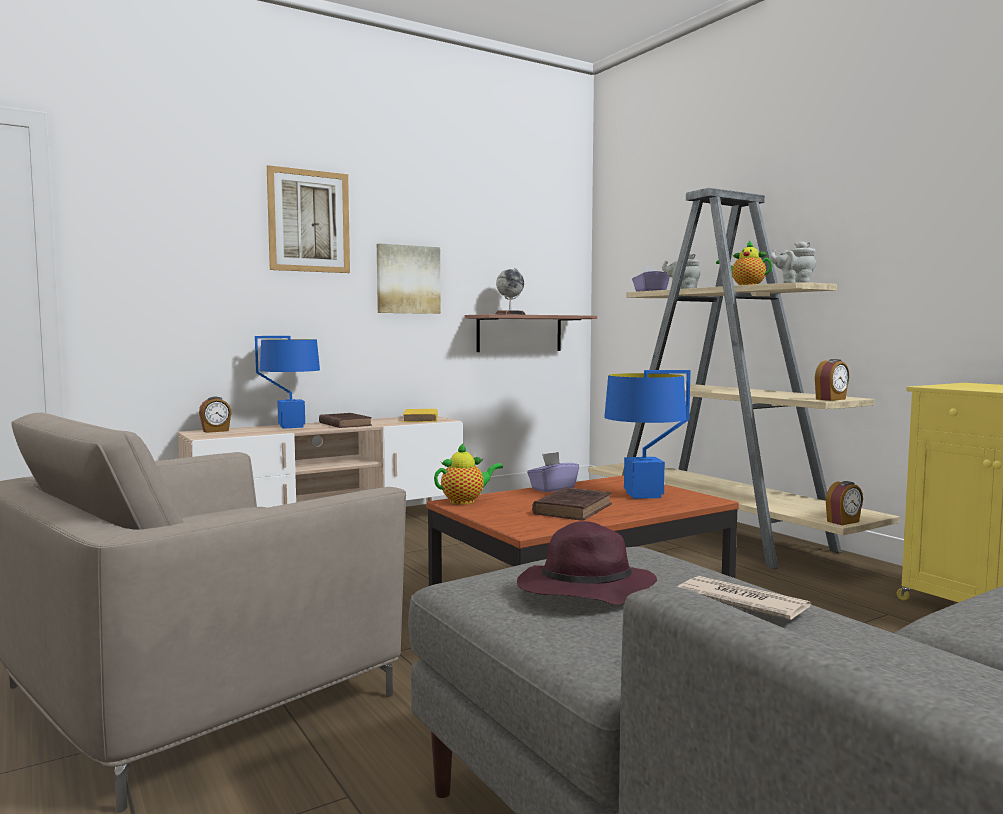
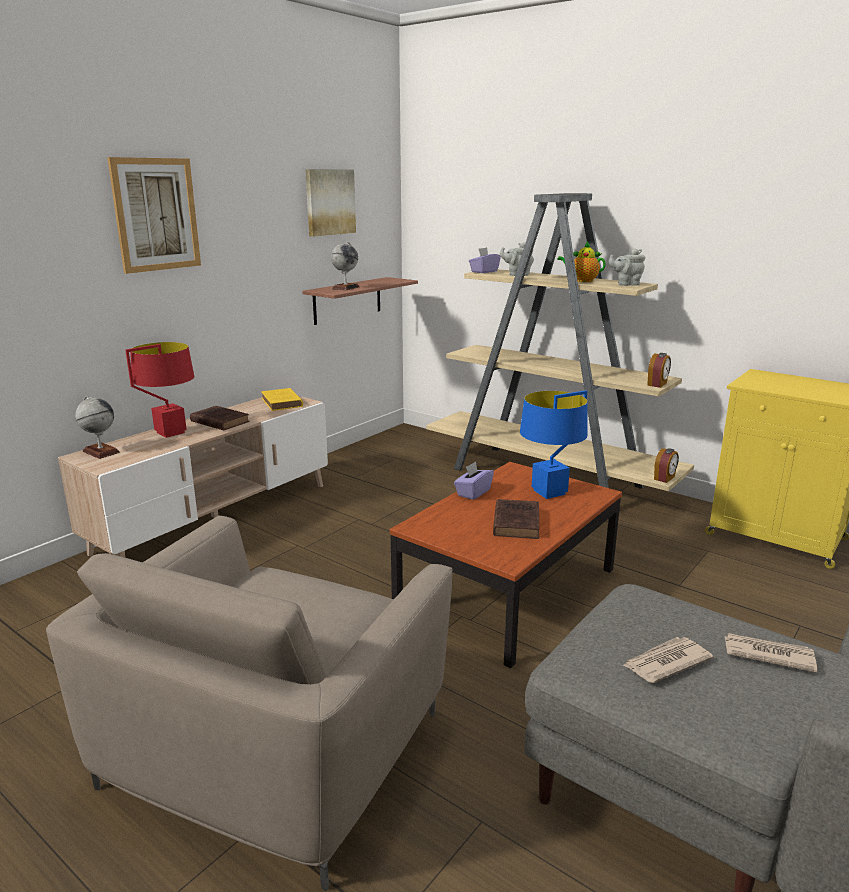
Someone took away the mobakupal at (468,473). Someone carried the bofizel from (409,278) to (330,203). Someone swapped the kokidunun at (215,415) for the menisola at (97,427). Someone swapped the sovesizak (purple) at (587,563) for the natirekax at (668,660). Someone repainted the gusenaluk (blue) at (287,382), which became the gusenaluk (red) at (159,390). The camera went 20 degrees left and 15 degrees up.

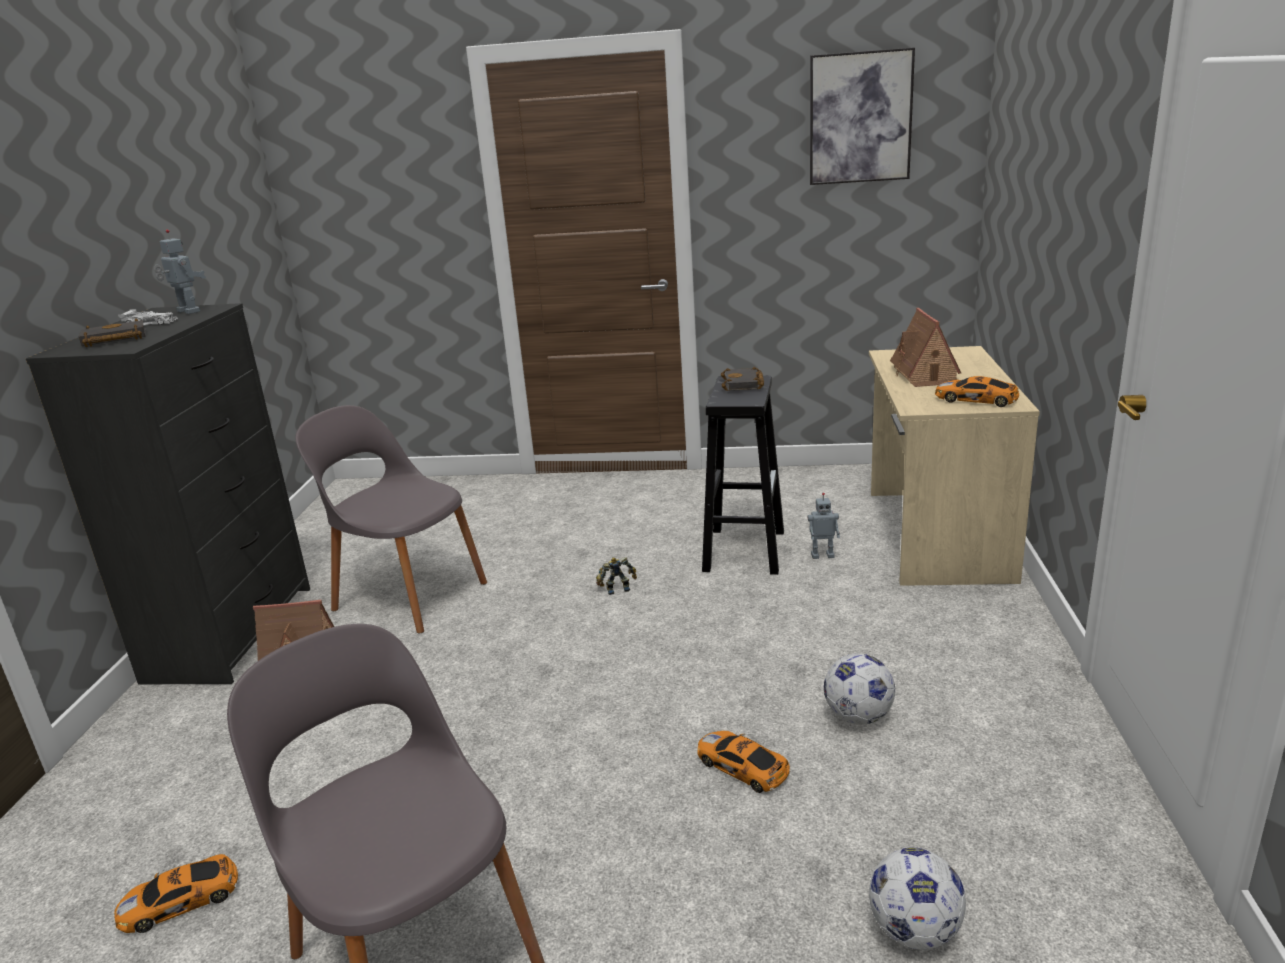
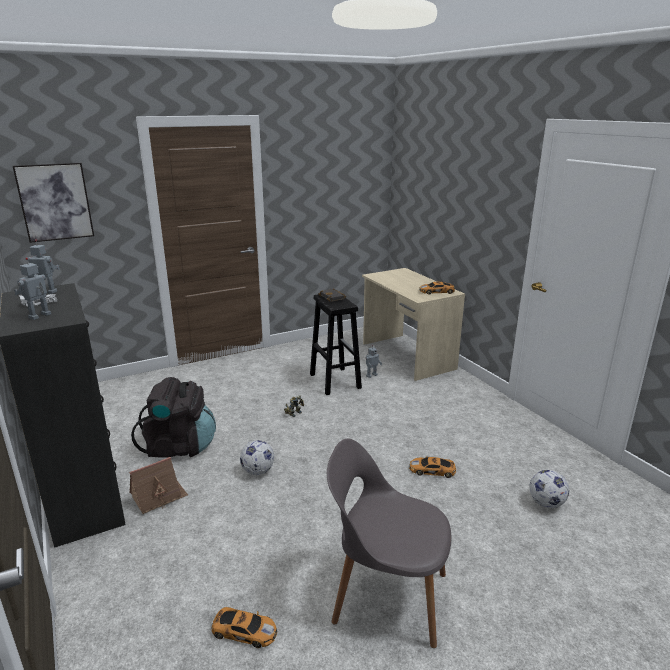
Someone took away the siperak at (925,347). Someone carried the bofizel from (862,116) to (53,203). Someone carried the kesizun from (859,689) to (257,457). Someone swapped the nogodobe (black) at (112,333) for the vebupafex at (32,288). Someone swapped the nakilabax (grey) at (391,519) for the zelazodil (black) at (173,417). Someone rotated the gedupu at (176,893) by 105 degrees counterclockwise. The camera went 35 degrees left and 0 degrees up.

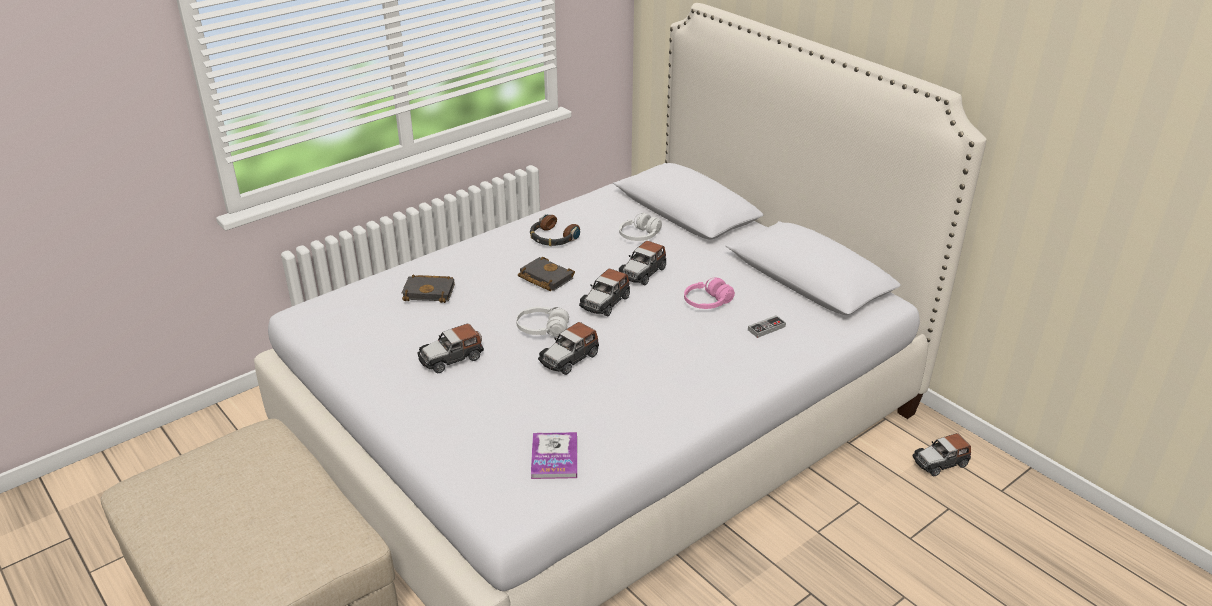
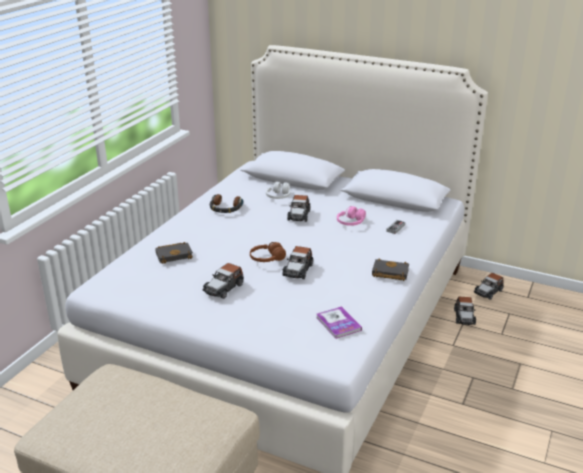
Someone carried the nogodobe (black) from (546,274) to (390,270). Someone carried the gedupu from (604,292) to (465,311). Someone repainted the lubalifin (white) at (542,322), which became the lubalifin (brown) at (268,252). The camera went 25 degrees left and 5 degrees down.

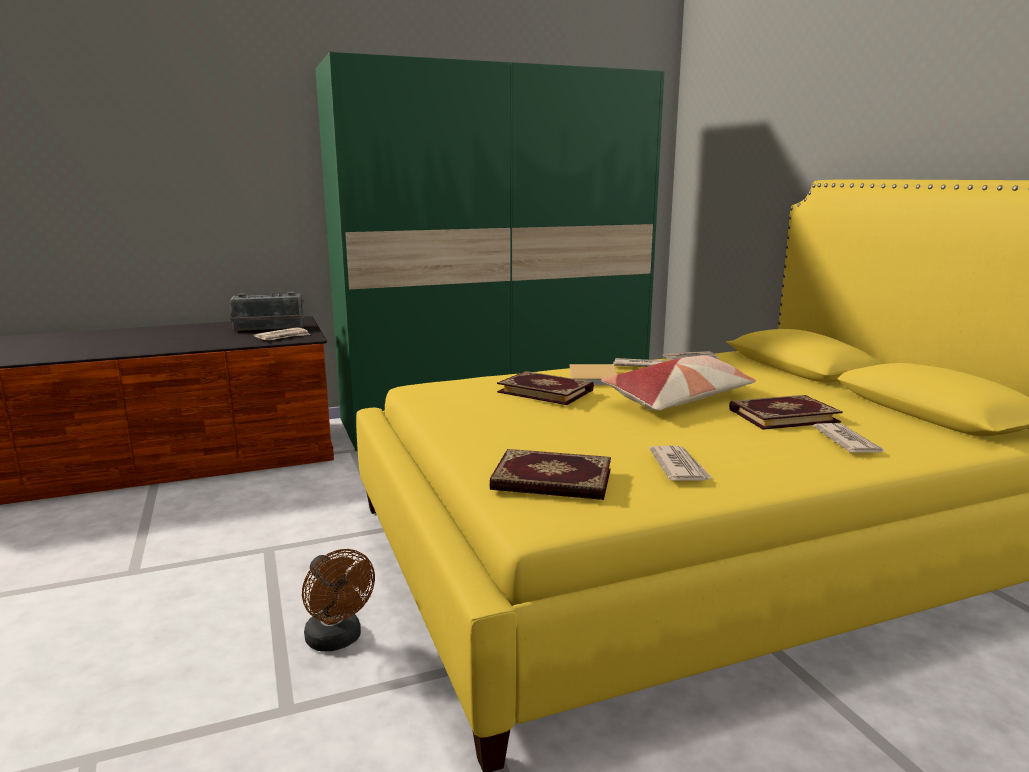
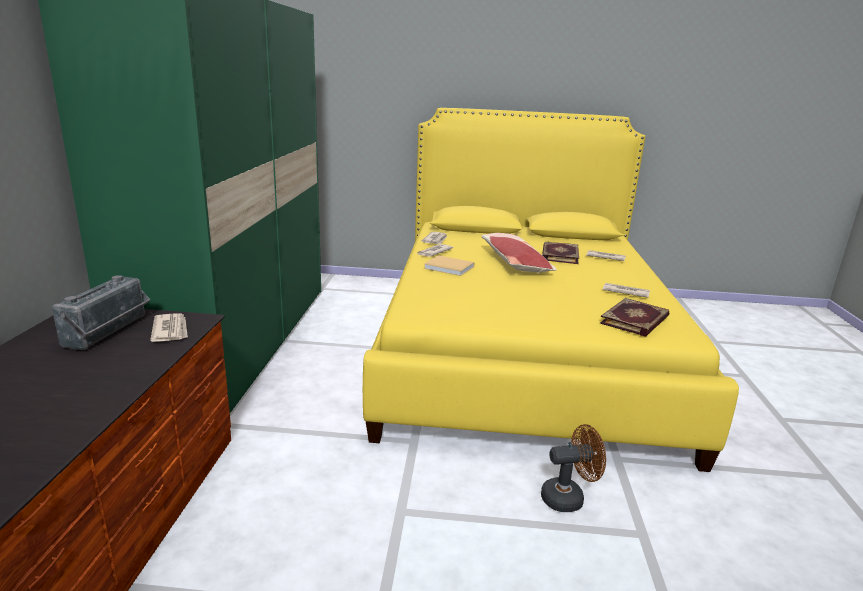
Someone took away the nogodobe at (545,388). The camera went 65 degrees left and 5 degrees up.

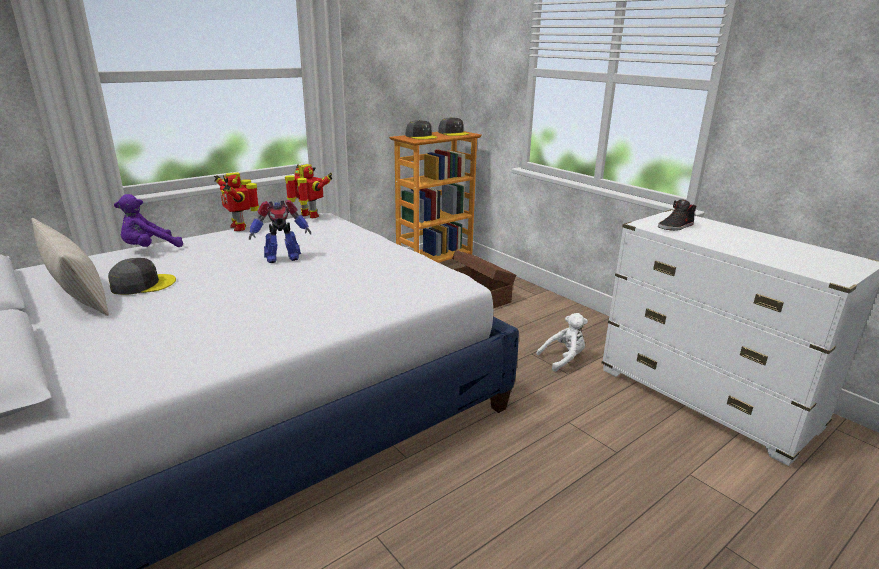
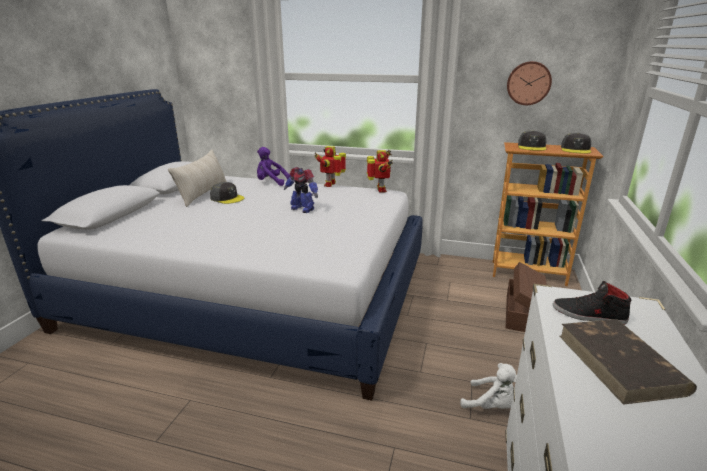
Someone put up the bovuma at (529,83). Someone put down the nogodobe (brown) at (628,362). The camera went 55 degrees right and 0 degrees up.

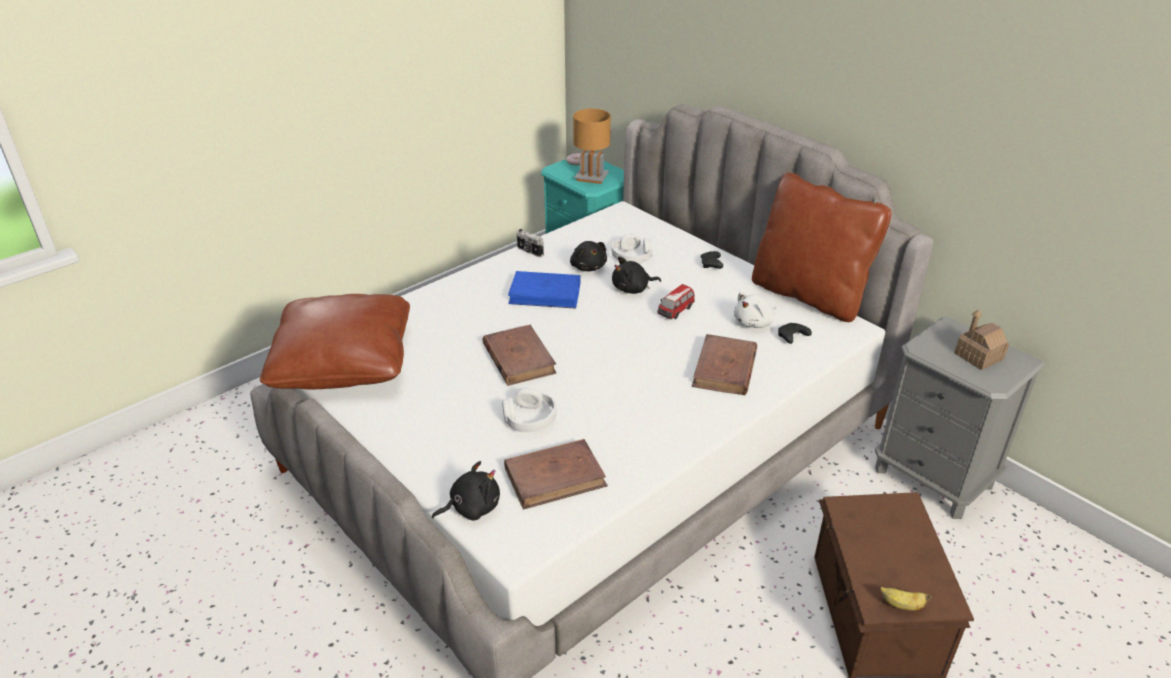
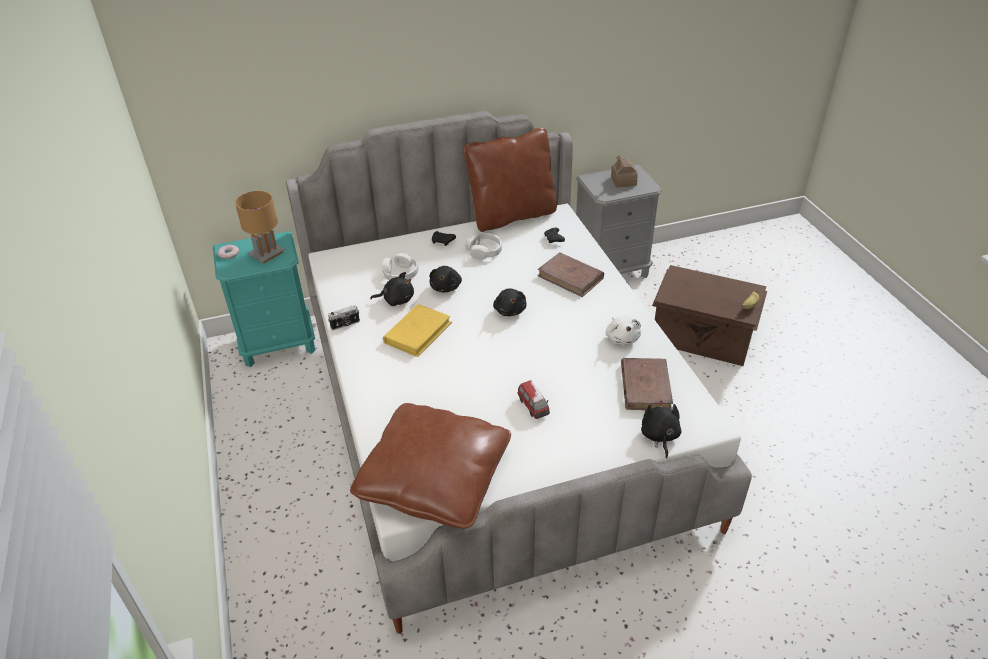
Someone took away the nogodobe (brown) at (519,355). Someone put down the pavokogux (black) at (509,302). Someone carried the lubalifin (white) from (529,409) to (483,246). Someone carried the gedupu from (676,301) to (534,399). Someone carried the pavokogux (white) from (755,310) to (623,330). Someone repainted the nogodobe (blue) at (544,290), which became the nogodobe (yellow) at (417,330). The camera went 65 degrees left and 5 degrees up.

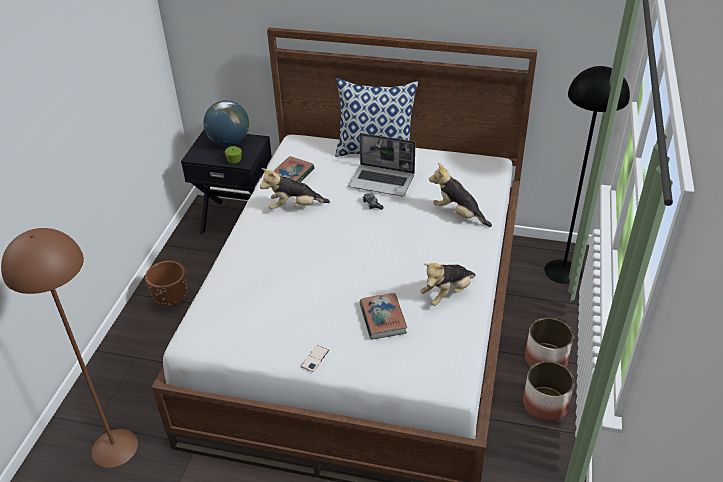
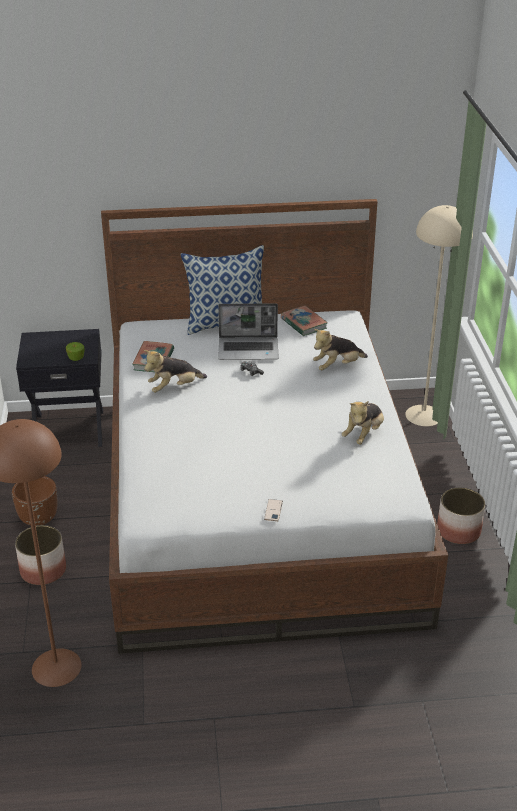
Someone took away the menisola at (226,123). Someone carried the nogodobe from (383,316) to (304,321). Someone carried the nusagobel from (549,342) to (40,555). Someone repainted the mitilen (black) at (587,175), which became the mitilen (beige) at (439,315). Someone rotated the pavokogux at (460,195) by 45 degrees counterclockwise. The camera went 20 degrees left and 5 degrees down.

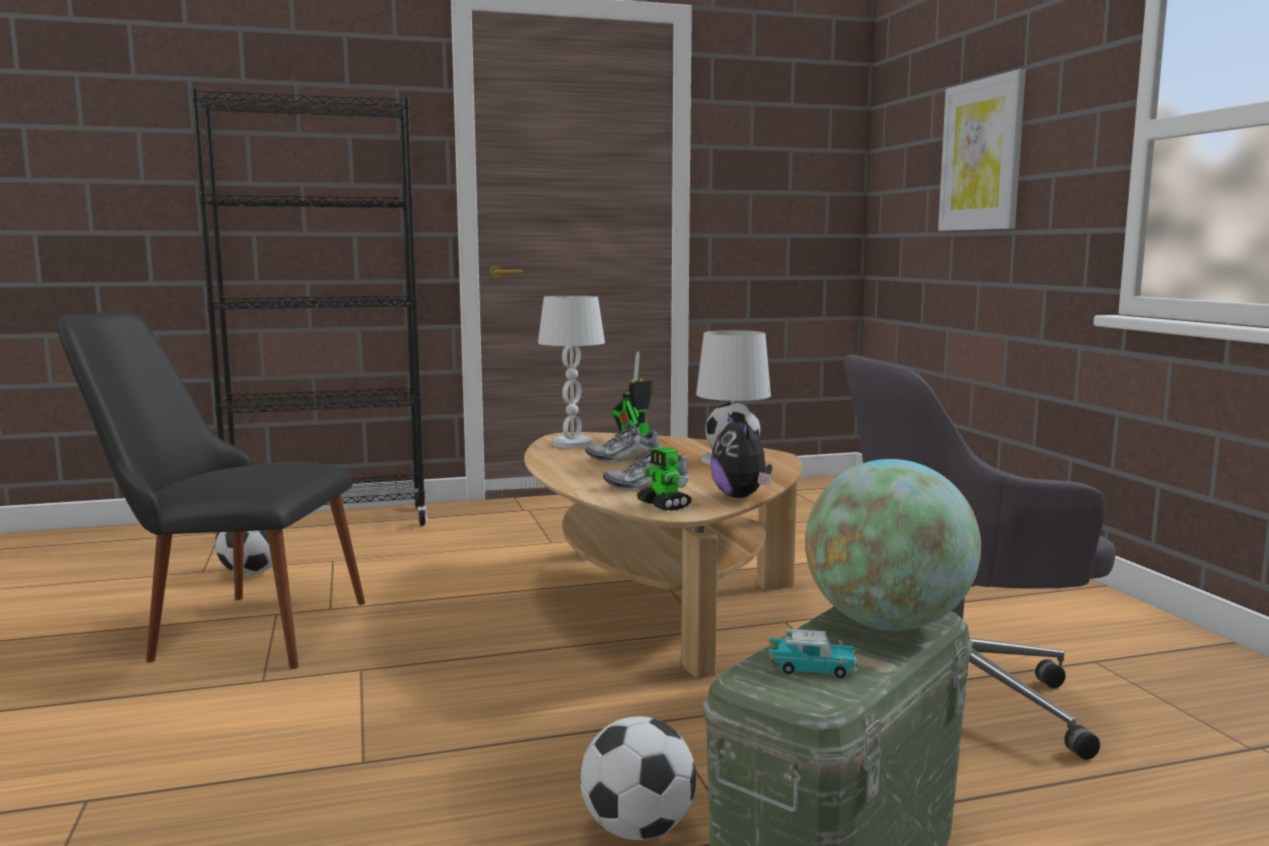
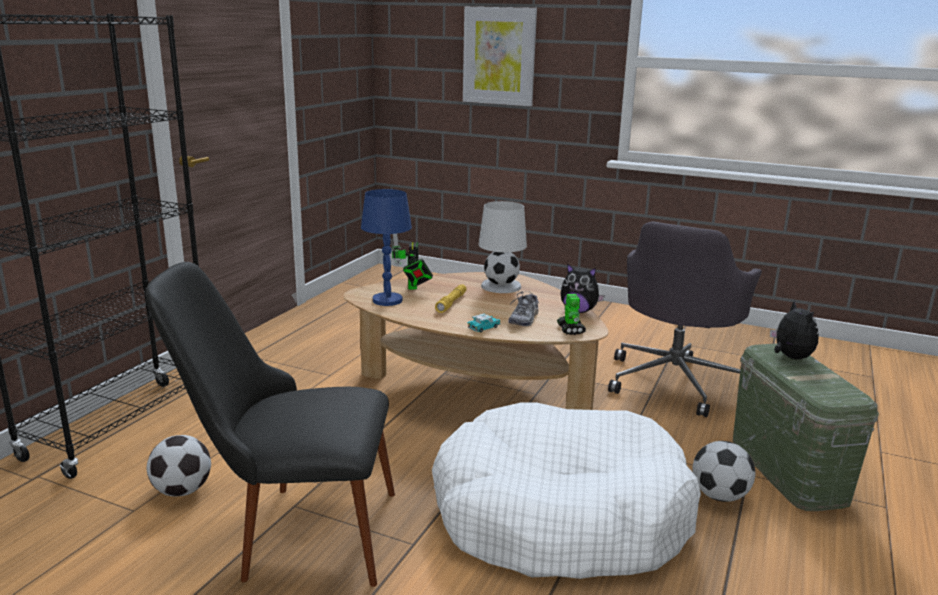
Someone put down the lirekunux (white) at (566,490). Someone carried the gedupu from (812,653) to (484,322). Someone swapped the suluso at (622,441) for the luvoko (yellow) at (451,298). Someone swapped the menisola at (893,545) for the pavokogux at (794,330). Someone repainted the gusenaluk (white) at (571,372), which became the gusenaluk (blue) at (386,247). Someone rotated the nakilabax (black) at (211,490) by 45 degrees clockwise. Someone rotated the vebupafex at (664,479) by 105 degrees counterclockwise. The camera went 50 degrees left and 10 degrees up.

